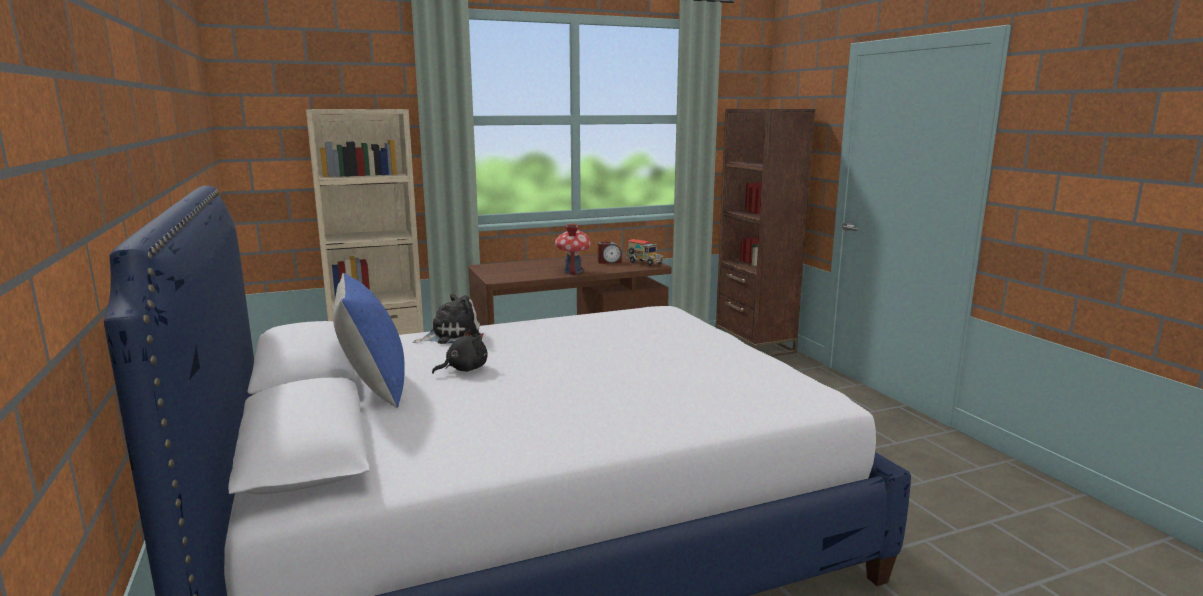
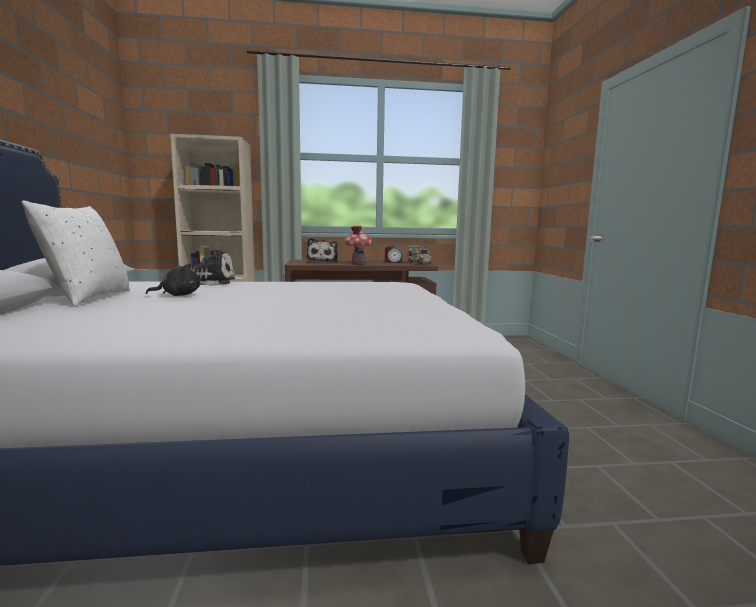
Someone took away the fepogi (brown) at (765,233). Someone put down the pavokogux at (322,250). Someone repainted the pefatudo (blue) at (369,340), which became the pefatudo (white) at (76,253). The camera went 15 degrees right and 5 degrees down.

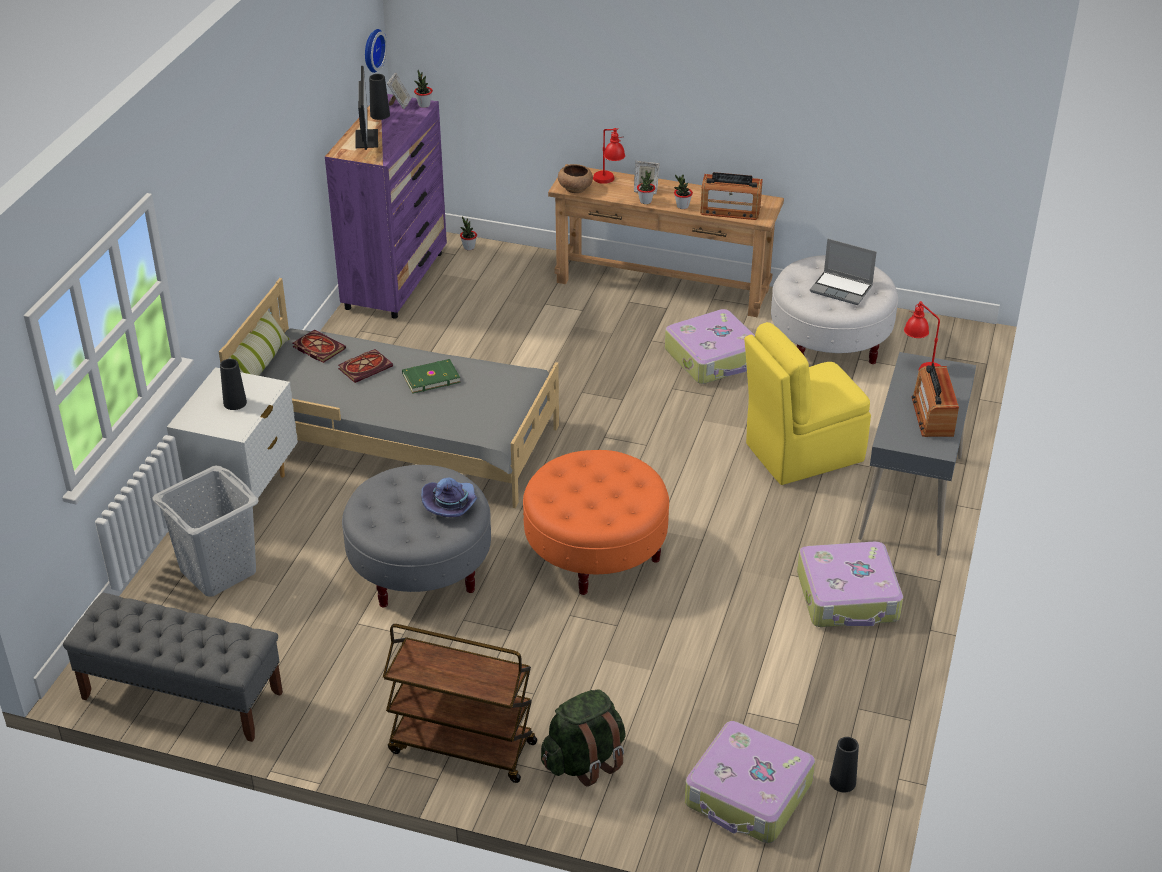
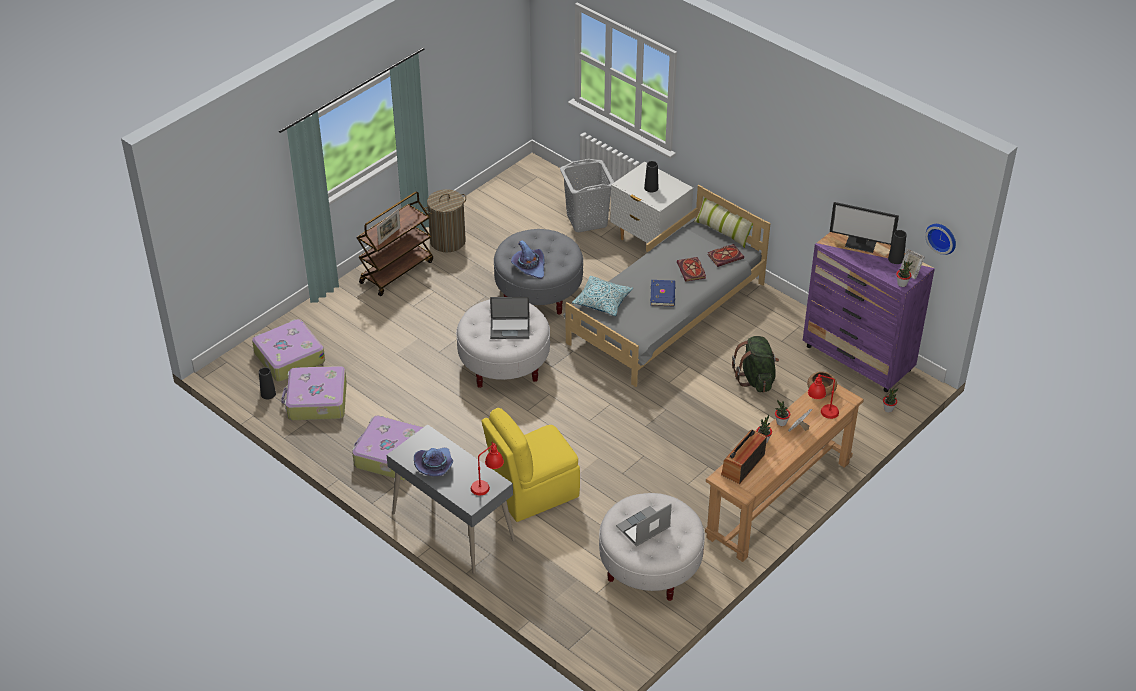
Someone took away the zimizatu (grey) at (173,667). Someone put down the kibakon at (388,227). Someone put down the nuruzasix at (445,220). Someone put down the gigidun at (510,318). Someone put down the pefatudo at (602,296). Someone carried the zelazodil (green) from (583,738) to (755,364). Someone carried the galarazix from (710,346) to (314,393). Someone swapped the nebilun at (935,400) for the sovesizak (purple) at (433,462). Someone repainted the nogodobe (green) at (431,376), which became the nogodobe (blue) at (662,293). Someone repainted the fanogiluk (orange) at (596,522), which became the fanogiluk (white) at (503,343). Someone rotated the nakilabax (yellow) at (807,403) by 120 degrees counterclockwise. The camera went 115 degrees right and 5 degrees up.

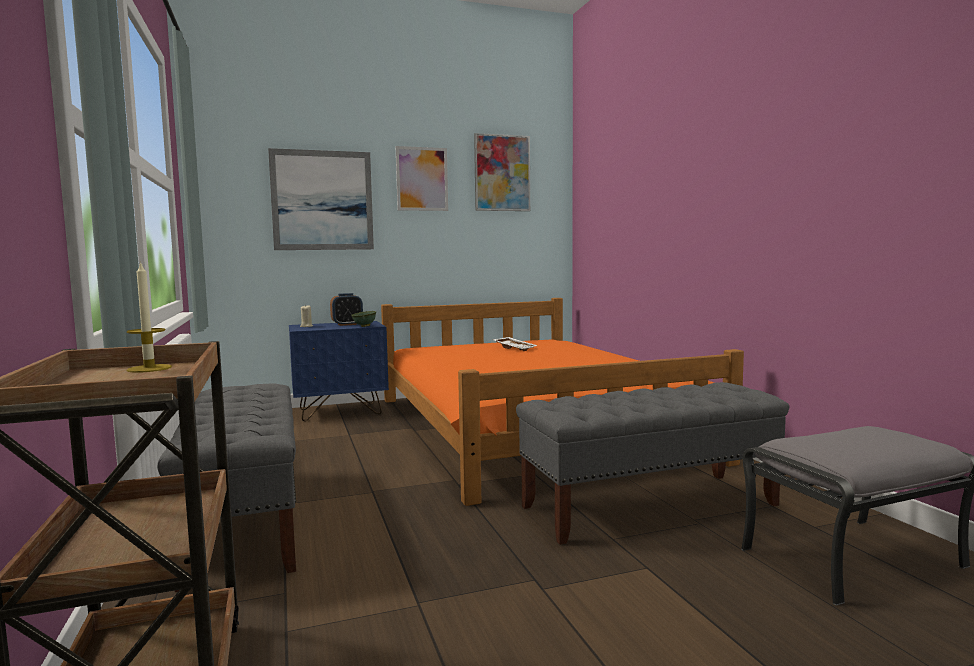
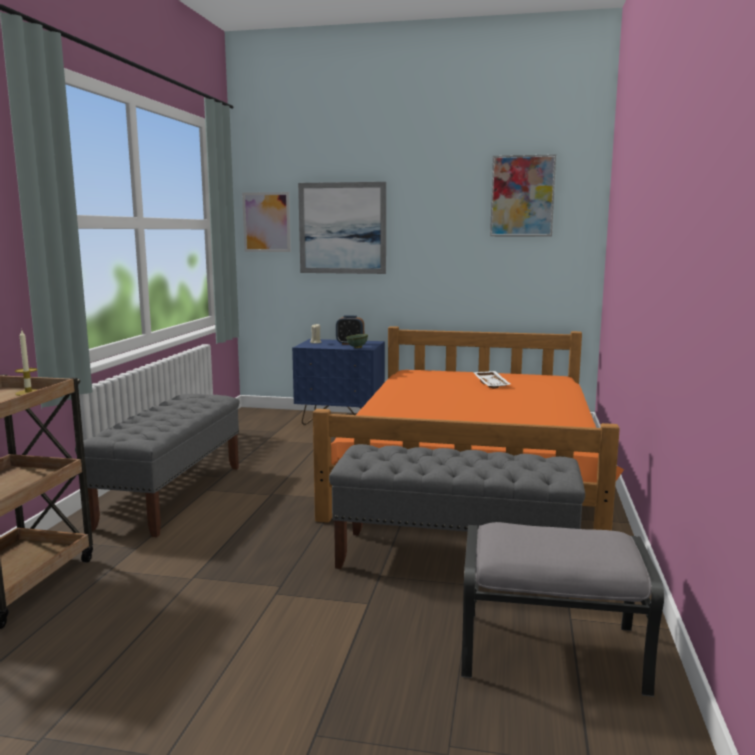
Someone carried the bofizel from (421,178) to (266,222). The camera went 30 degrees right and 5 degrees up.

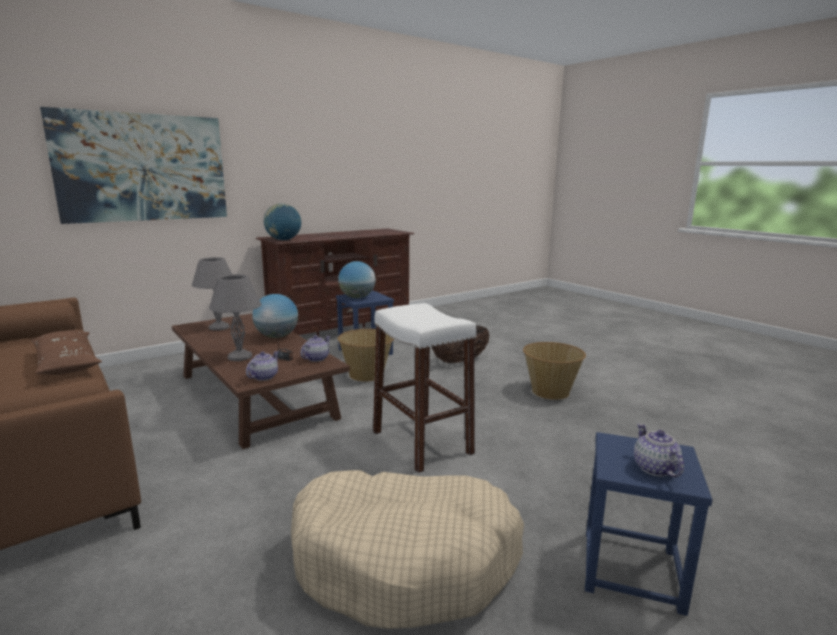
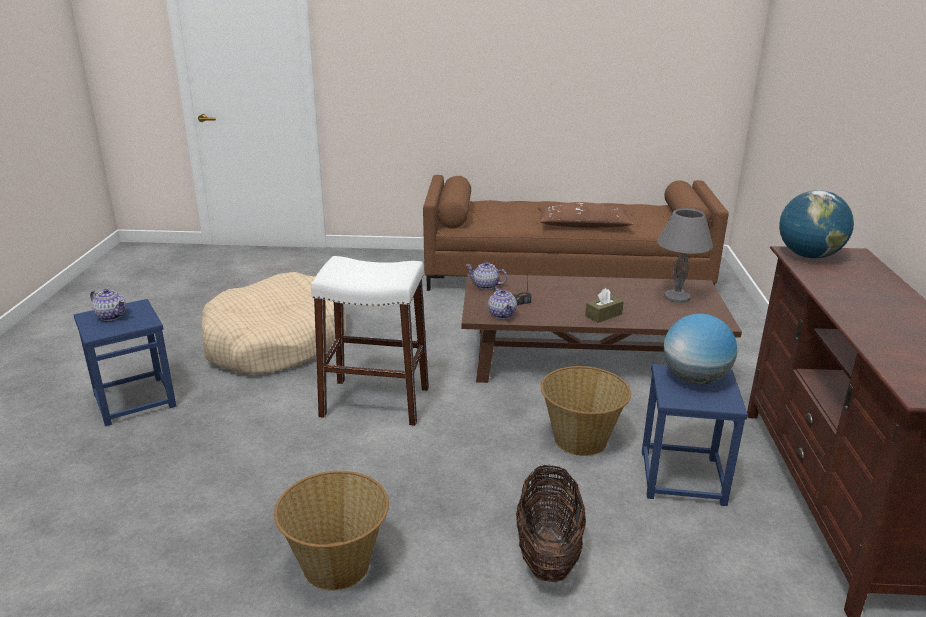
Someone took away the bofizel at (133,165). Someone took away the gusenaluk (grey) at (235,317). Someone swapped the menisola at (275,316) for the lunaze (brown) at (604,305). Someone rotated the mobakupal at (262,366) by 135 degrees clockwise. The camera went 130 degrees right and 10 degrees up.

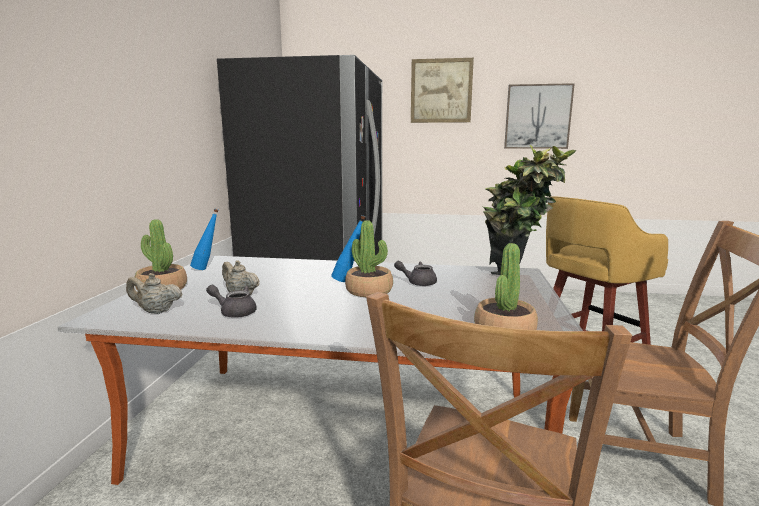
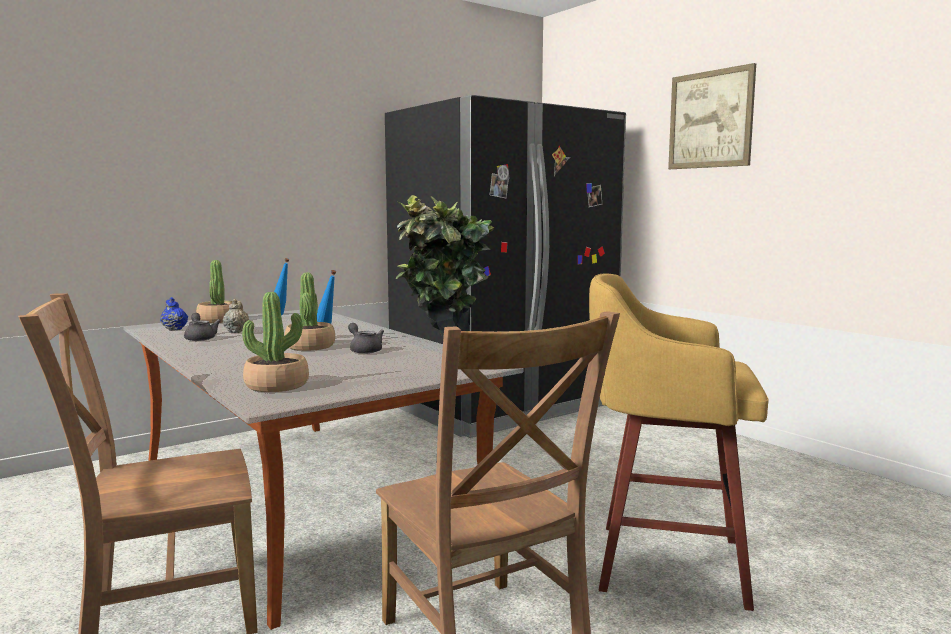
Someone took away the bofizel at (539,116). Someone repainted the mobakupal (beige) at (154,293), which became the mobakupal (blue) at (174,314). The camera went 45 degrees right and 5 degrees down.

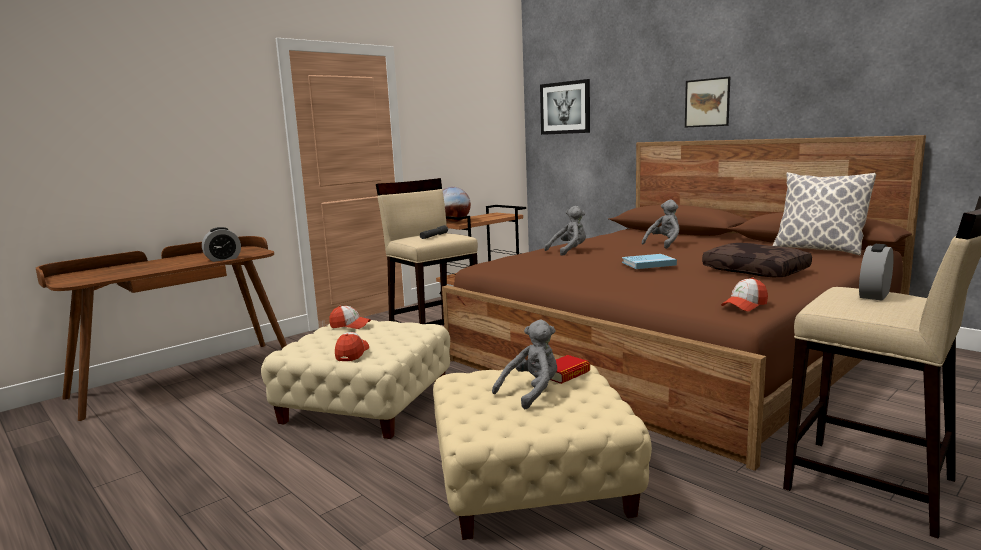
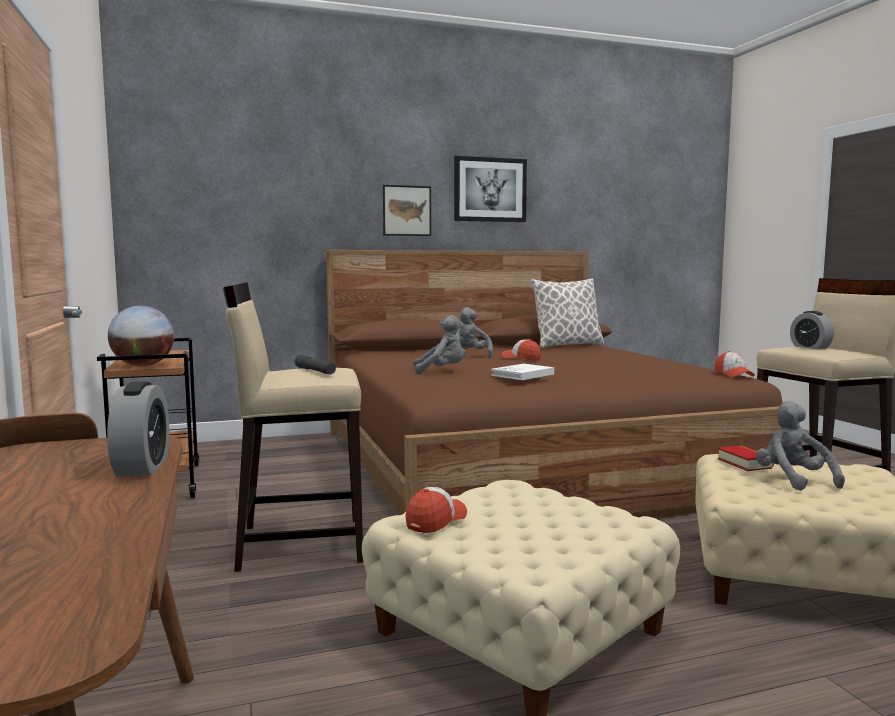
Someone took away the nogodobe (blue) at (649,261). Someone took away the pefatudo (brown) at (757,260). Someone put down the nogodobe (white) at (522,372). Someone carried the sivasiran from (352,346) to (521,349). Someone carried the bofizel from (565,107) to (490,189). Someone rotated the pavokogux (grey) at (565,230) by 90 degrees clockwise. The camera went 65 degrees left and 5 degrees down.

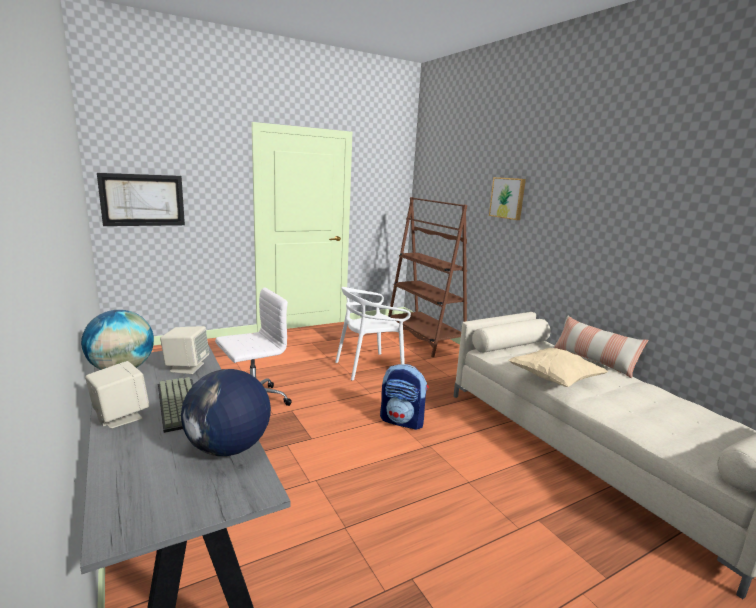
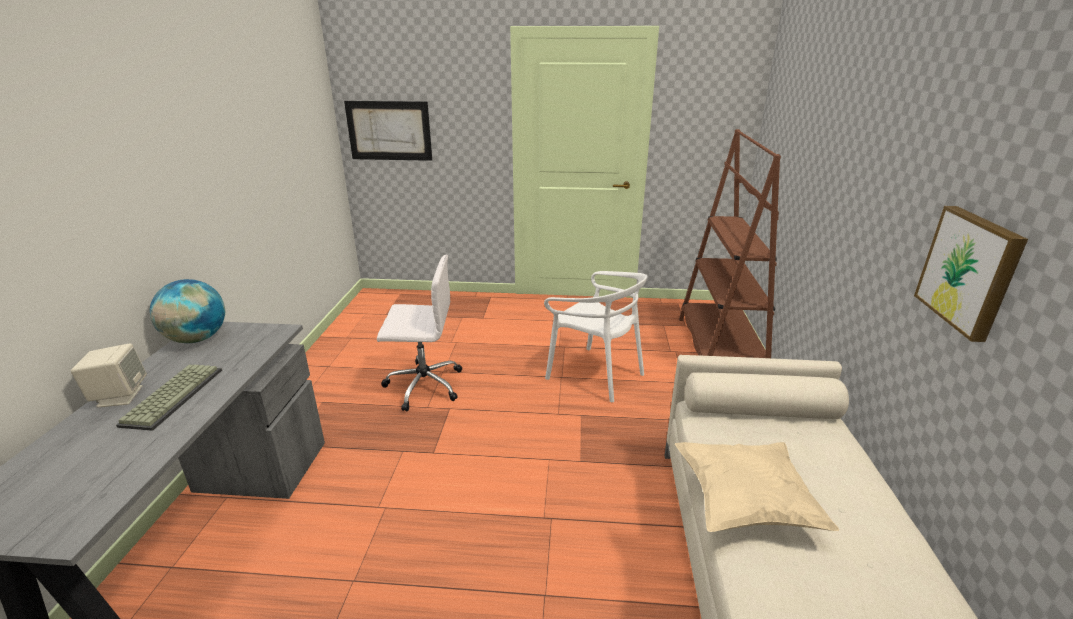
Someone took away the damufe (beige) at (184,350). Someone took away the menisola at (226,412). Someone took away the zelazodil at (404,397). Someone took away the pefatudo at (601,347). Someone carried the bofizel from (507,198) to (971,274). Someone rotated the nakilabax (white) at (373,334) by 150 degrees counterclockwise. The camera went 35 degrees right and 10 degrees up.

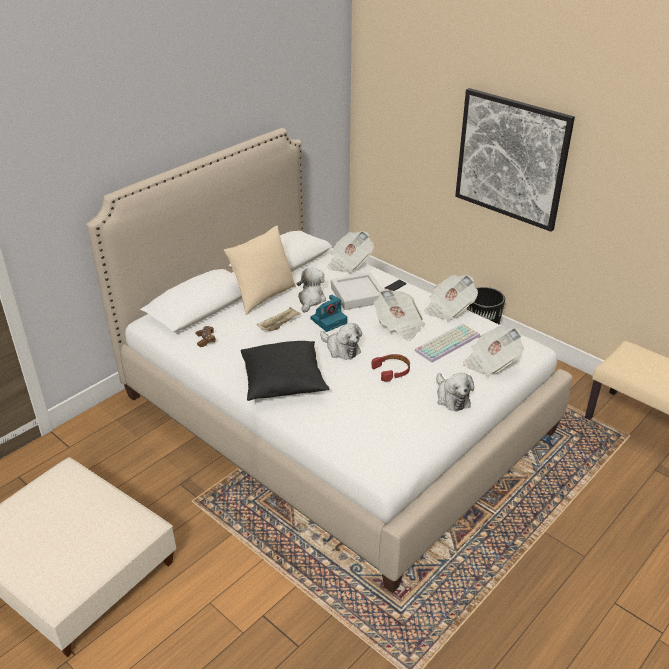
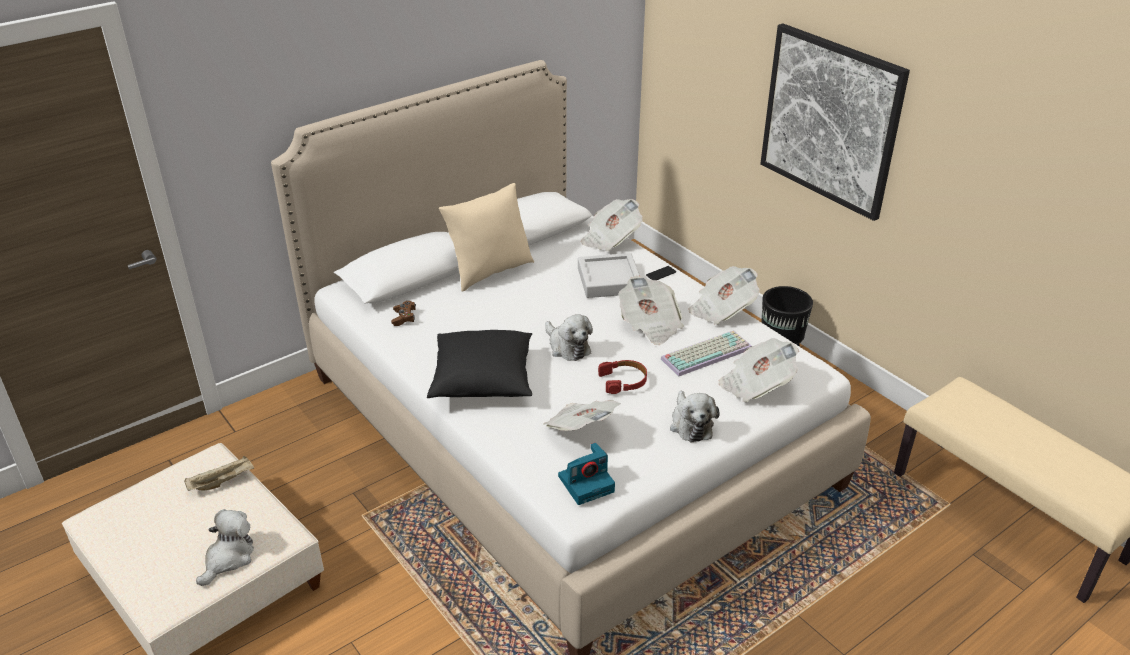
Someone put down the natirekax at (582,415). Someone carried the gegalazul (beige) from (279,319) to (219,473). Someone carried the pavokogux from (311,290) to (225,547). Someone carried the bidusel from (328,313) to (586,474). The camera went 10 degrees right and 0 degrees up.

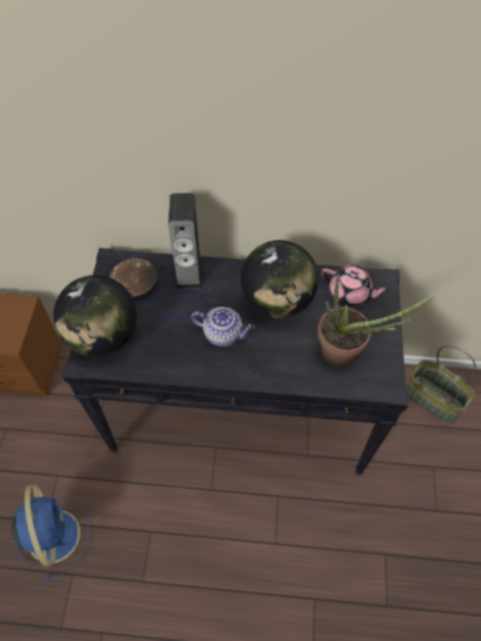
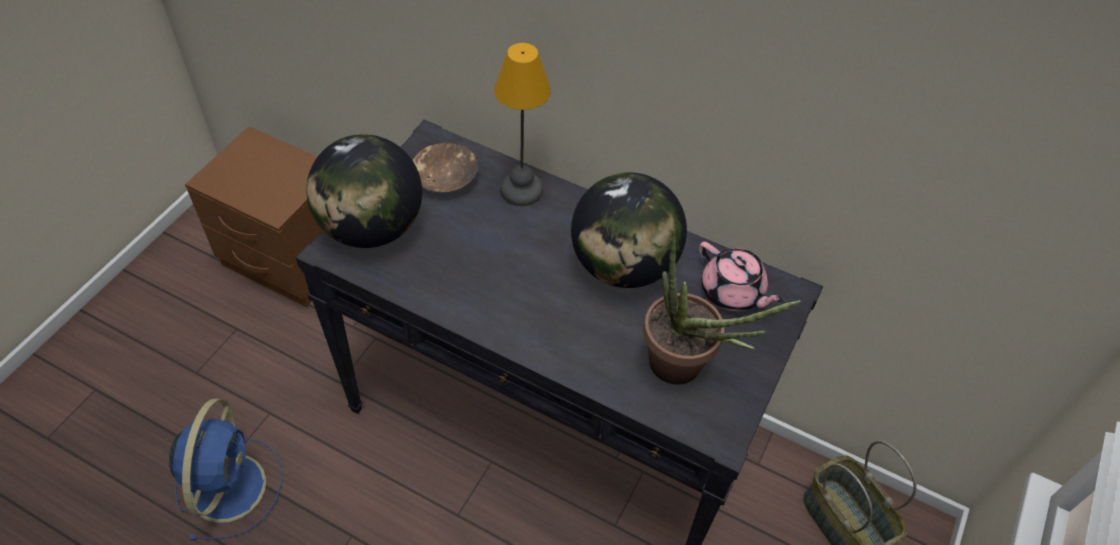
Someone took away the mobakupal at (223,327). Someone swapped the damufe at (185,241) for the gusenaluk at (522,124). The camera went 20 degrees right and 5 degrees down.

